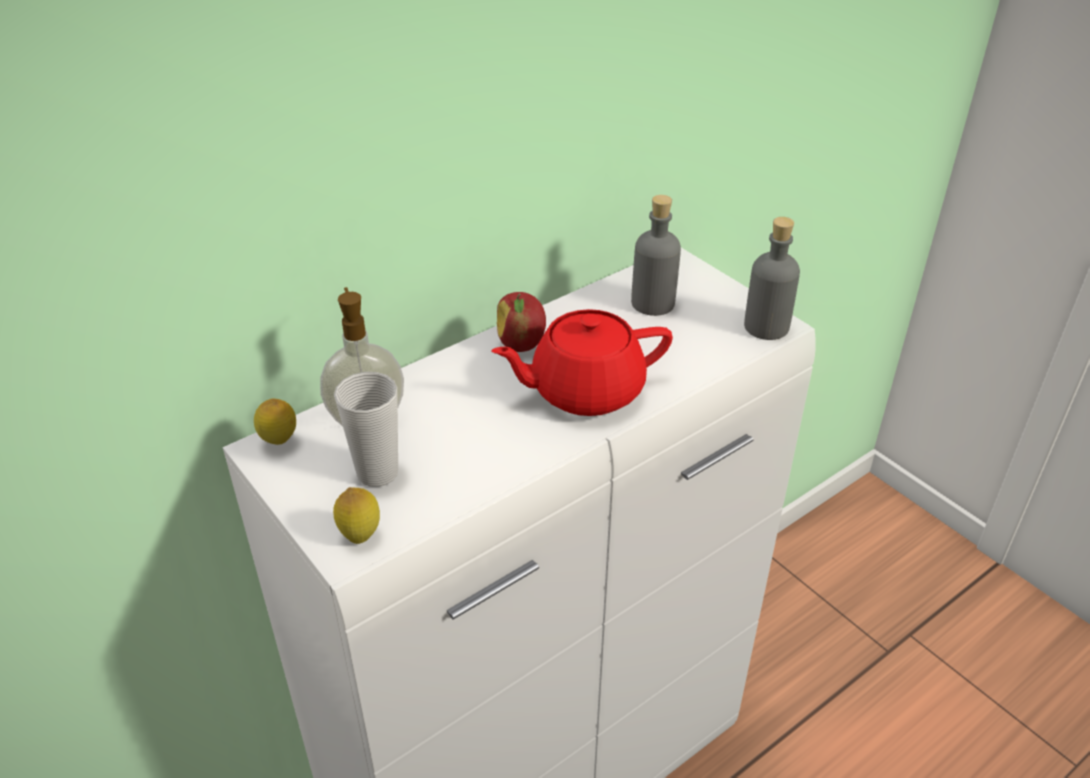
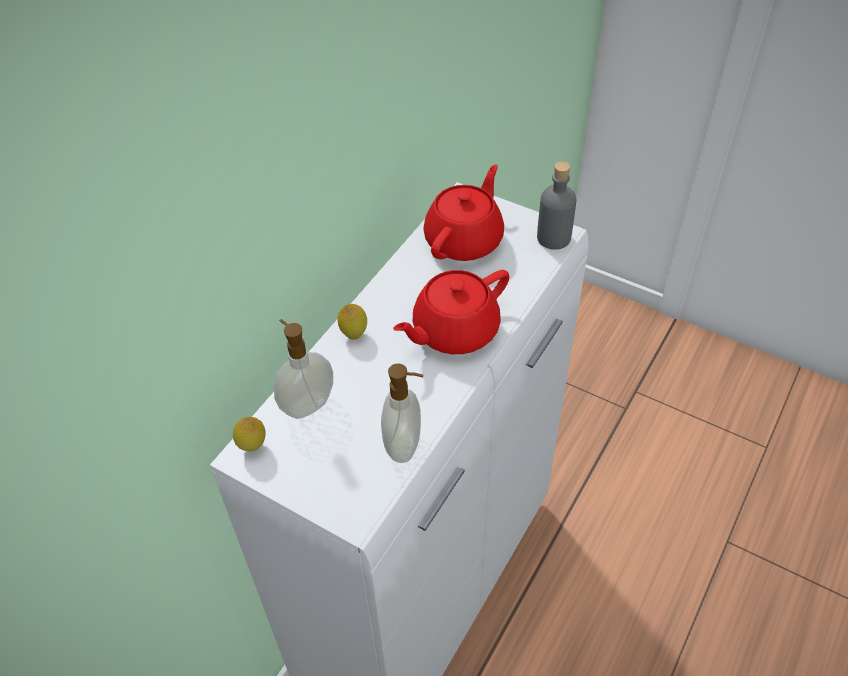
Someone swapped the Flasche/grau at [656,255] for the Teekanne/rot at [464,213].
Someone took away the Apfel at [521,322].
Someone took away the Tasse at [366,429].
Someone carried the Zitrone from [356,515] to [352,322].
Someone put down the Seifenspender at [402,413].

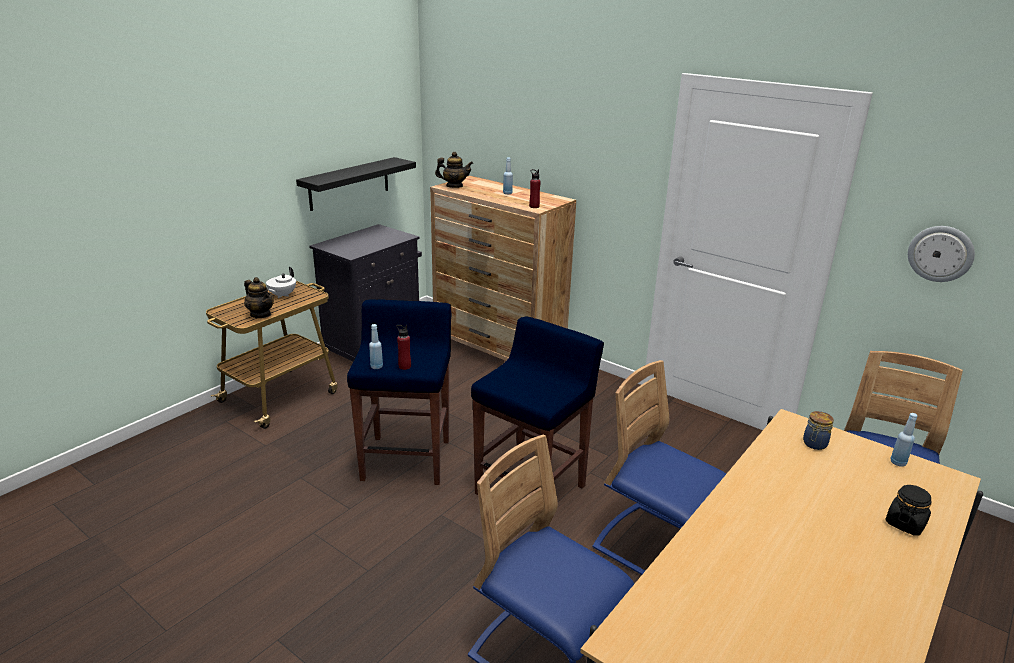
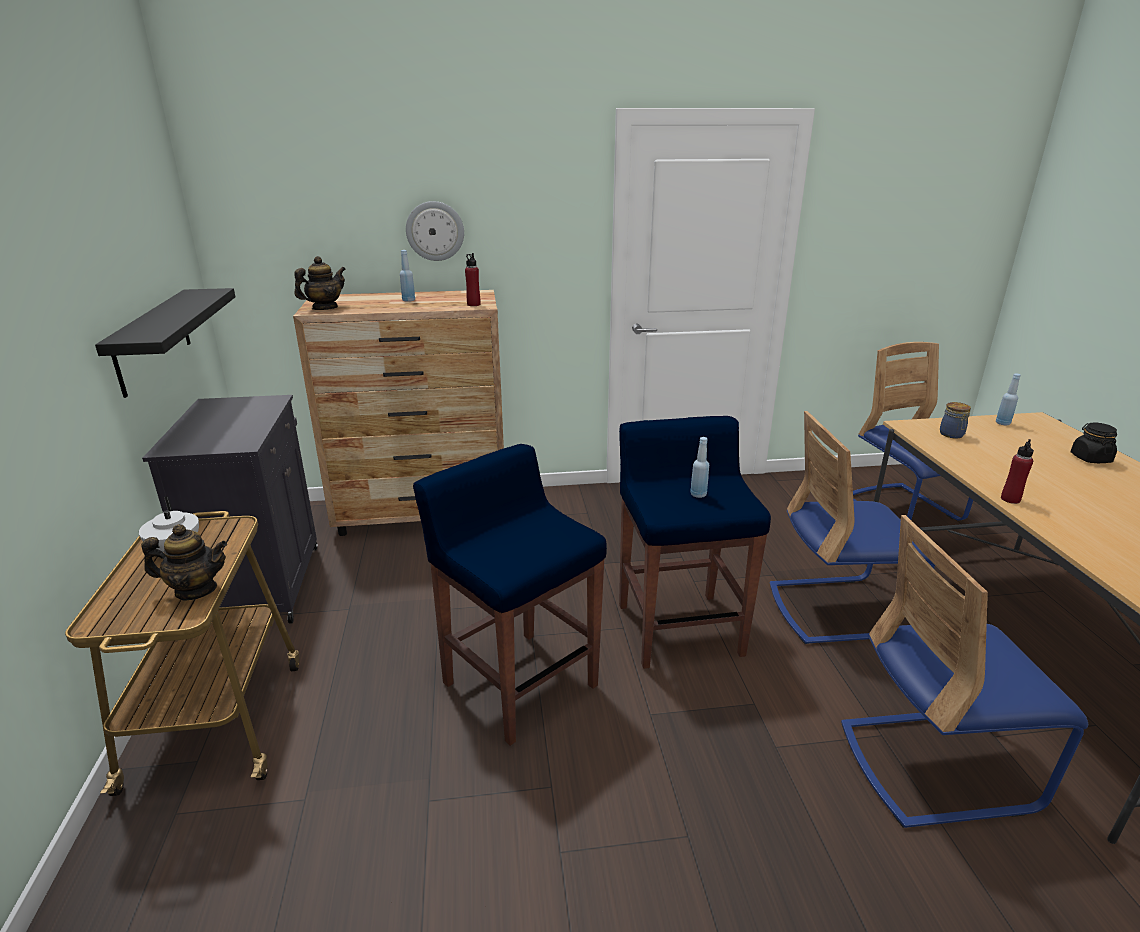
Someone carried the Wanduhr from [941,254] to [435,231].
Someone carried the Flasche/blau from [376,346] to [699,467].
Someone carried the Flasche/rot from [403,347] to [1017,471].

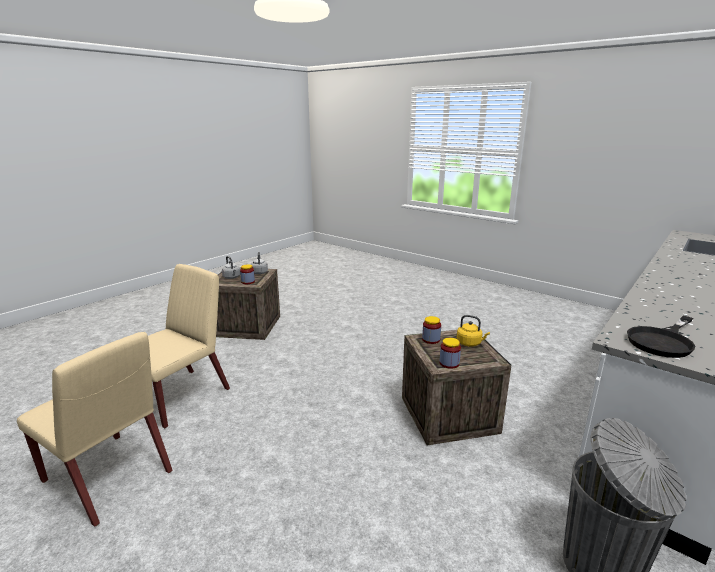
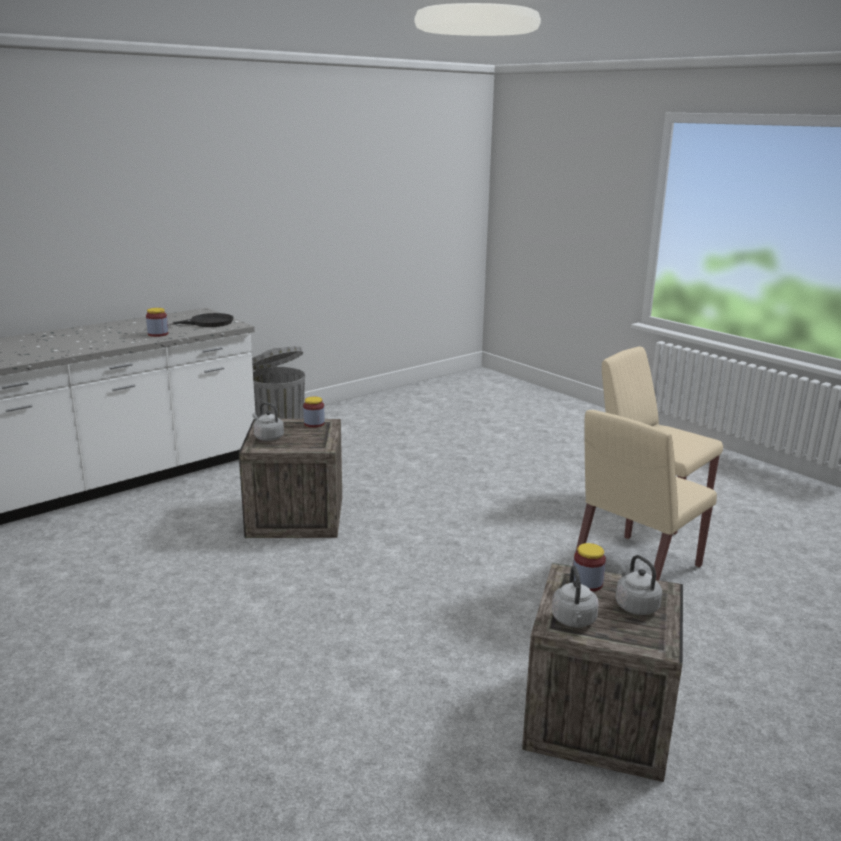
Someone repainted the Wasserkessel/gelb at [473,331], which became the Wasserkessel/grau at [268,421].
Someone carried the Vorratsglas from [431,330] to [157,322].

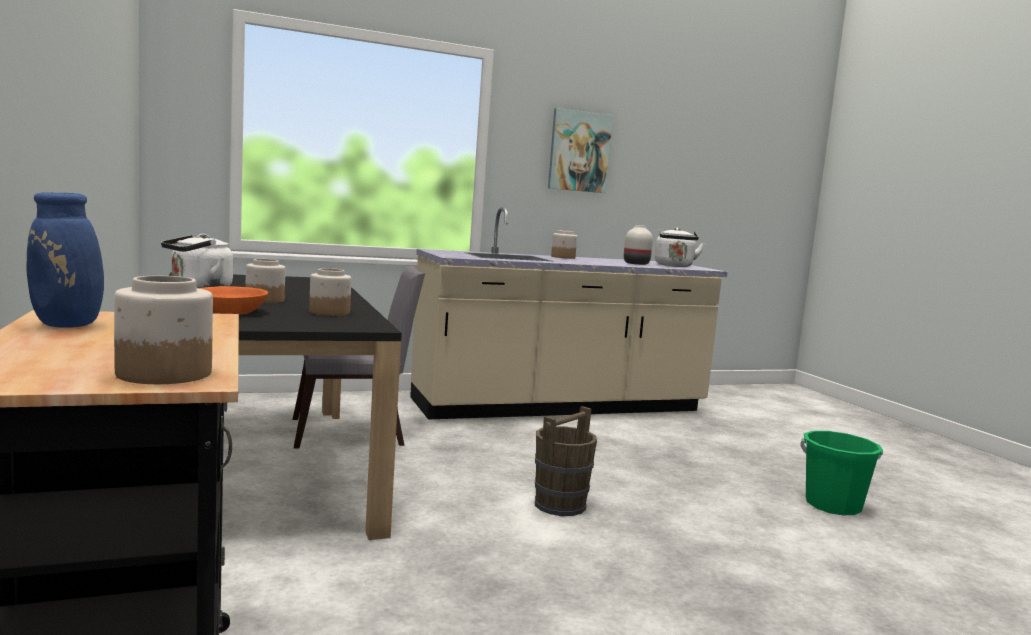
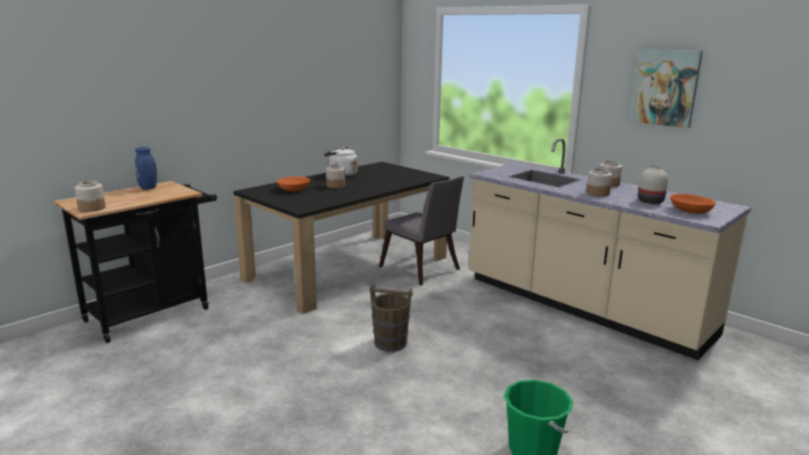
Someone swapped the Wasserkessel/weiß at [680,247] for the Schüssel/orange at [693,204].
Someone carried the Vorratsglas from [330,292] to [599,182].

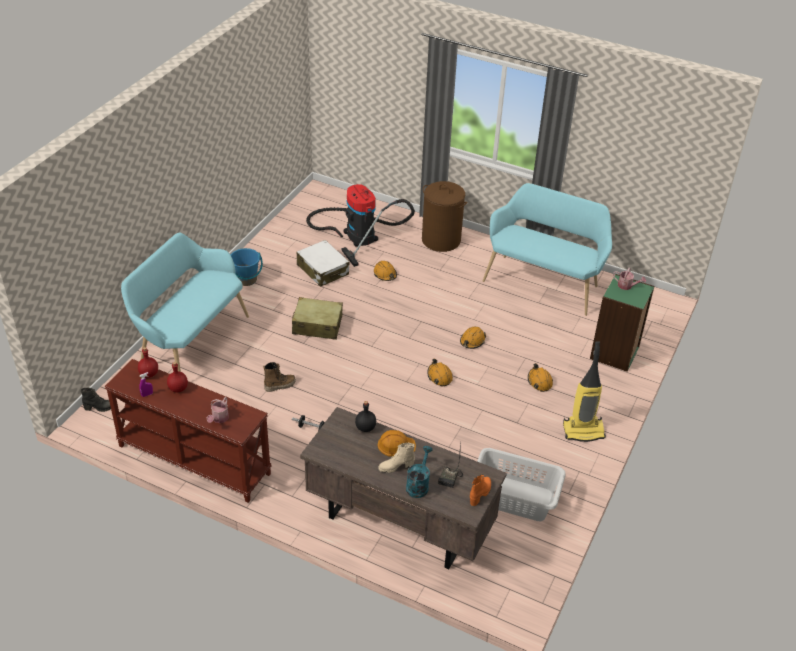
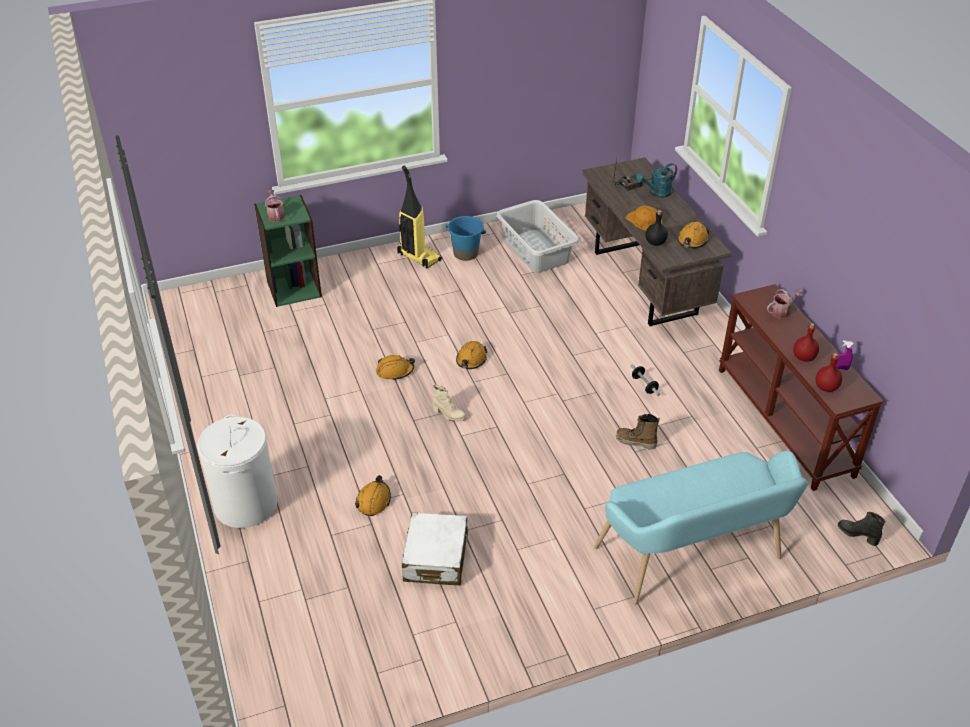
Someone repainted the Wäschekorb/braun at [444,216], which became the Wäschekorb/weiß at [237,471].
Someone took away the Bank/türkis at [547,249].
Someone took away the Staubsauger at [360,225].
Someone carried the Eimer/blau from [247,267] to [466,238].
Someone took away the Koffer/beige at [317,318].
Someone carried the Schutzhelm/orange from [540,377] to [693,235].
Someone carried the Stiefel/beige from [396,458] to [449,403].
Someone took away the Stiefel/orange at [480,490].

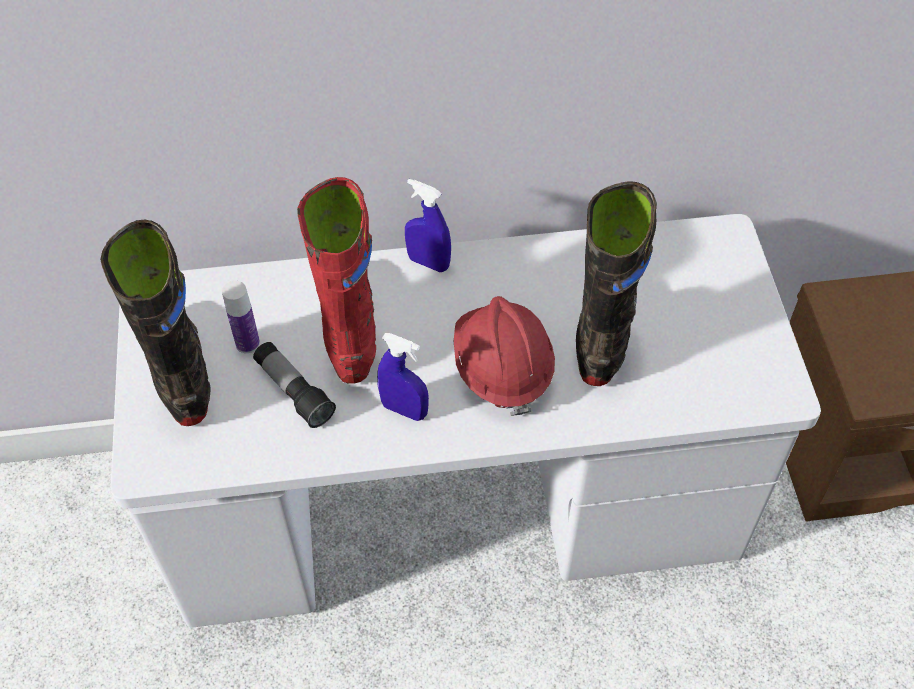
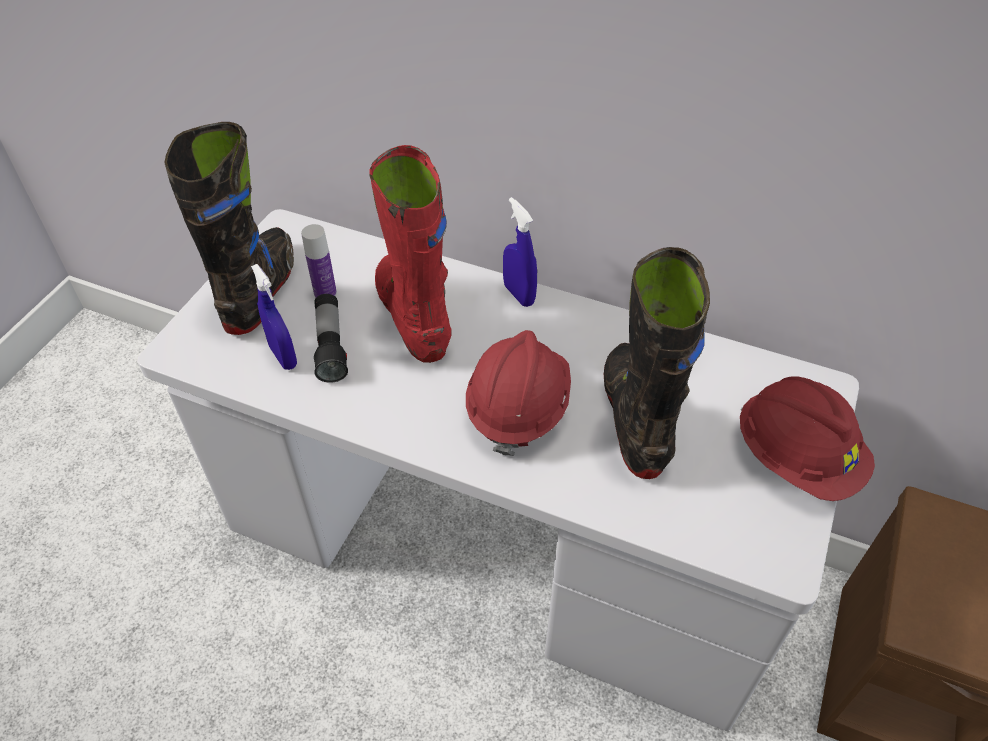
Someone rotated the Stiefel/rot at [336,280] by 45 degrees counterclockwise.
Someone rotated the Stiefel/schwarz at [616,283] by 45 degrees counterclockwise.
Someone carried the Sprühflasche/blau from [403,377] to [274,317].
Someone put down the Schutzhelm/rot at [807,439].

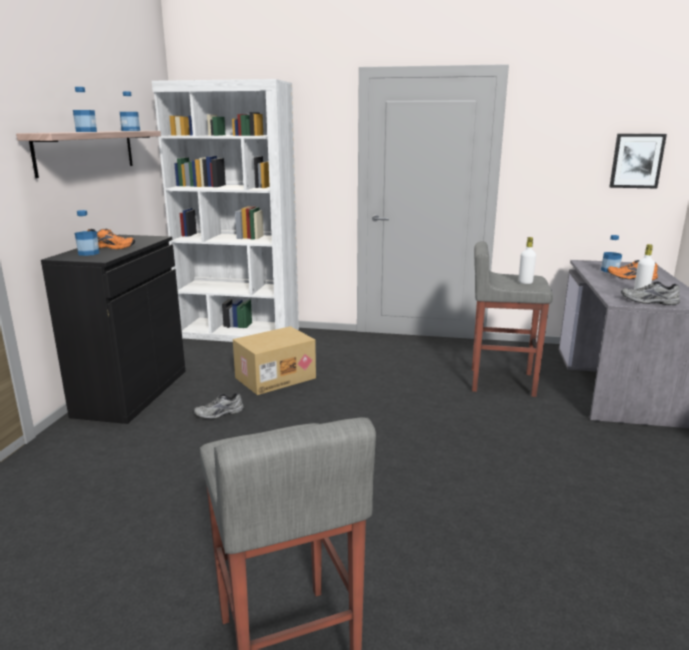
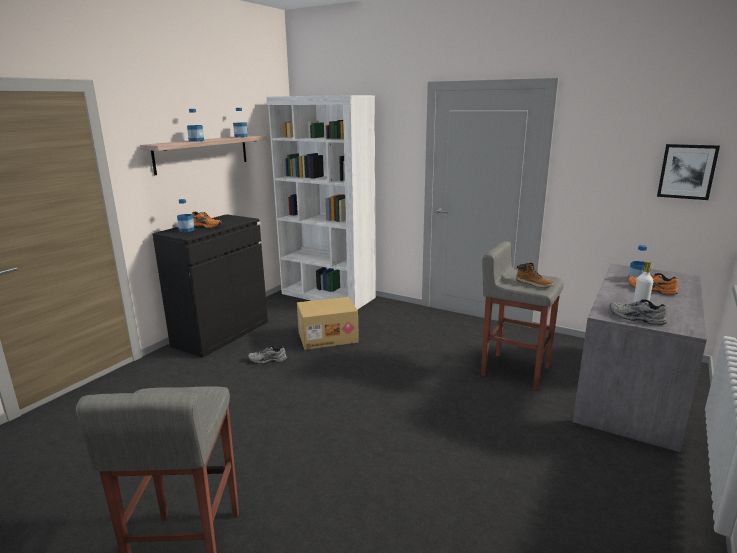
Someone swapped the Flasche/weiß at [527,260] for the Stiefel at [535,275].

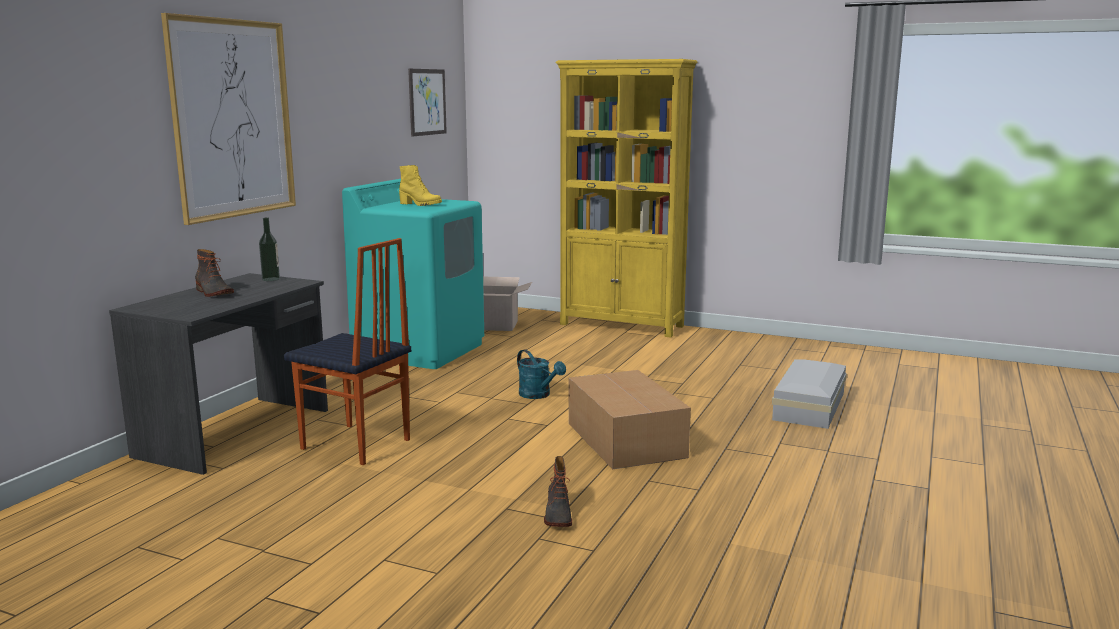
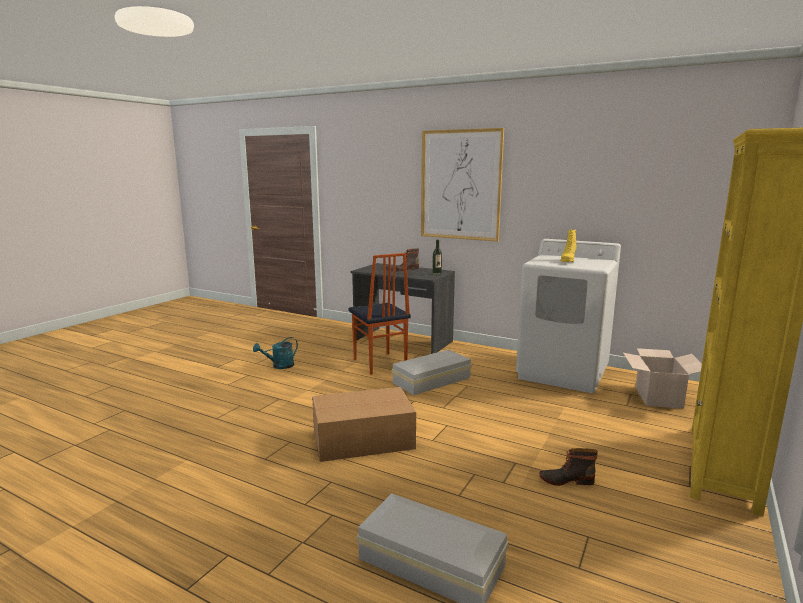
Someone took away the Bild at [427,103].
Someone repainted the Waschmaschine/türkis at [413,274], which became the Waschmaschine/weiß at [568,316].
Someone rotated the Stuhl at [347,351] by 60 degrees counterclockwise.
Someone carried the Gießkanne/türkis from [541,374] to [275,353].
Someone carried the Stiefel from [558,491] to [568,467].
Someone put down the Aufbewahrungsbox/weiß at [432,372].

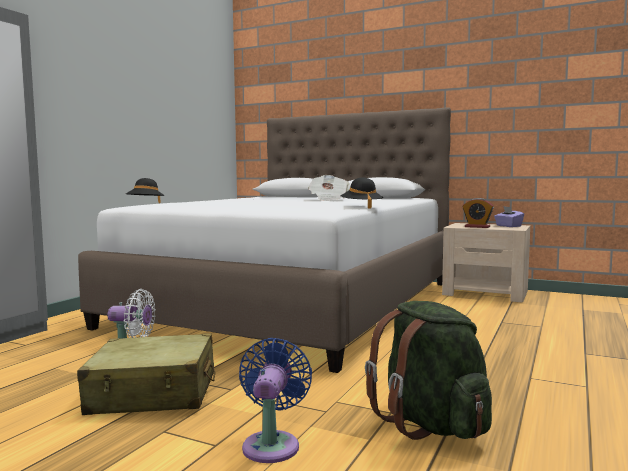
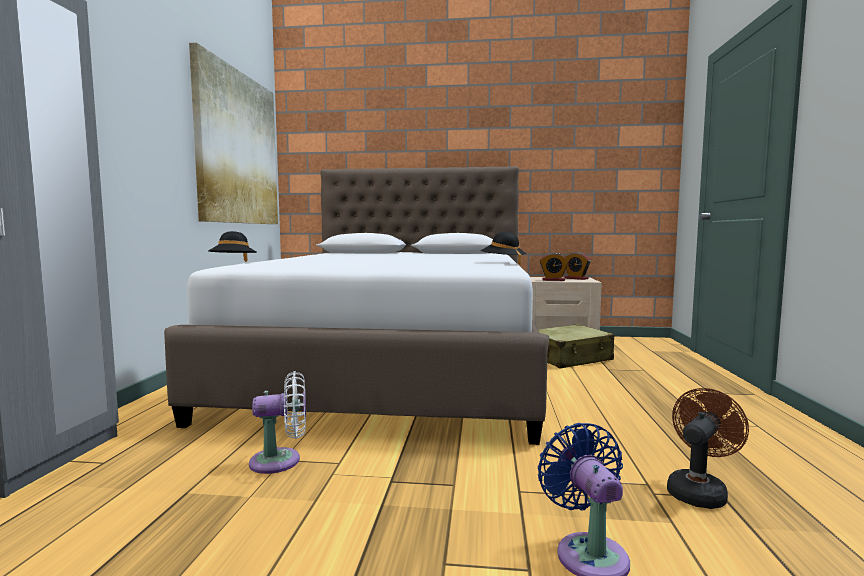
Someone took away the Zeitung at [329,188].
Someone swapped the Taschentuchbox/lila at [509,216] for the Wecker at [577,266].
Someone swapped the Rucksack/grün at [428,370] for the Ventilator/braun at [708,448].
Someone carried the Koffer/beige from [146,374] to [576,346].
Someone put up the Bild at [233,133].

